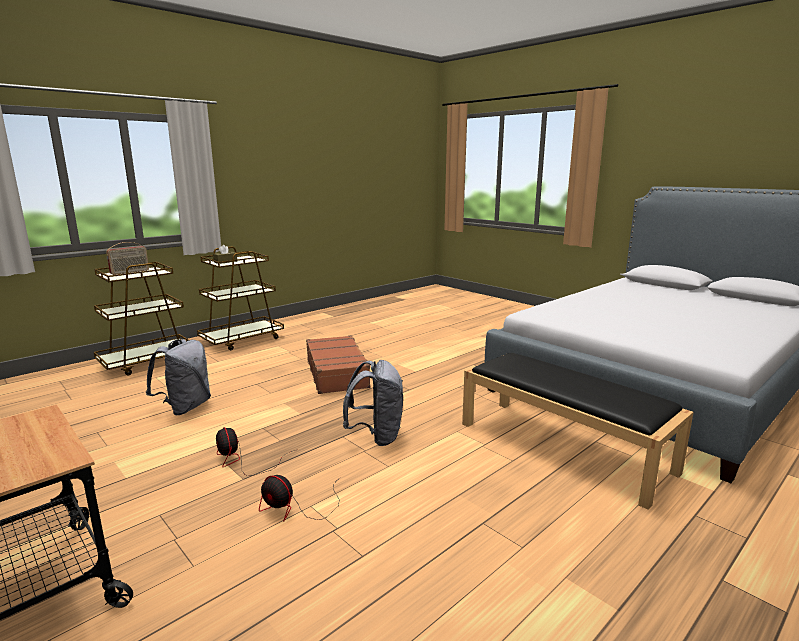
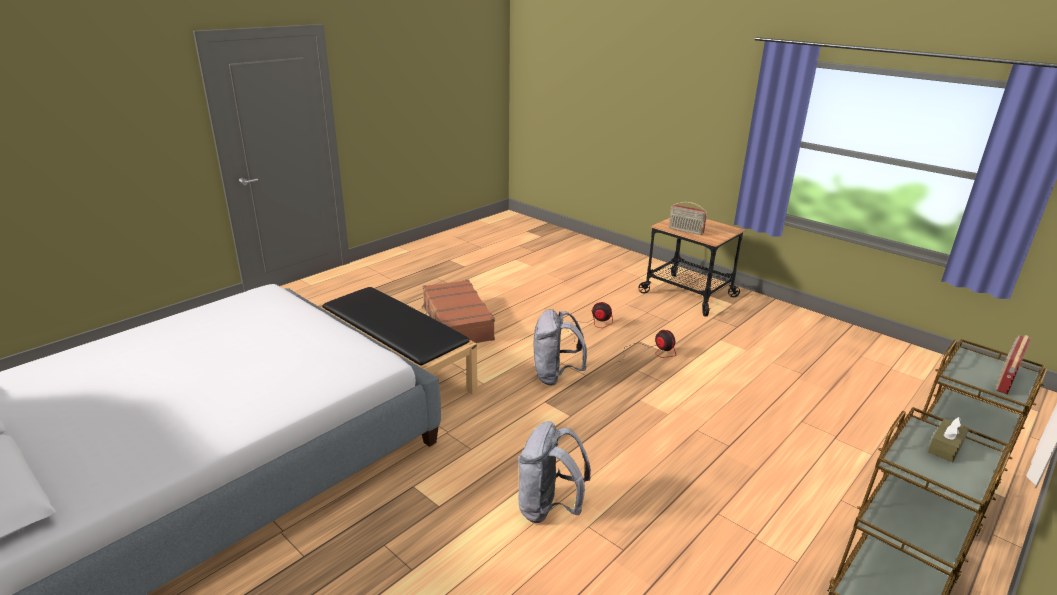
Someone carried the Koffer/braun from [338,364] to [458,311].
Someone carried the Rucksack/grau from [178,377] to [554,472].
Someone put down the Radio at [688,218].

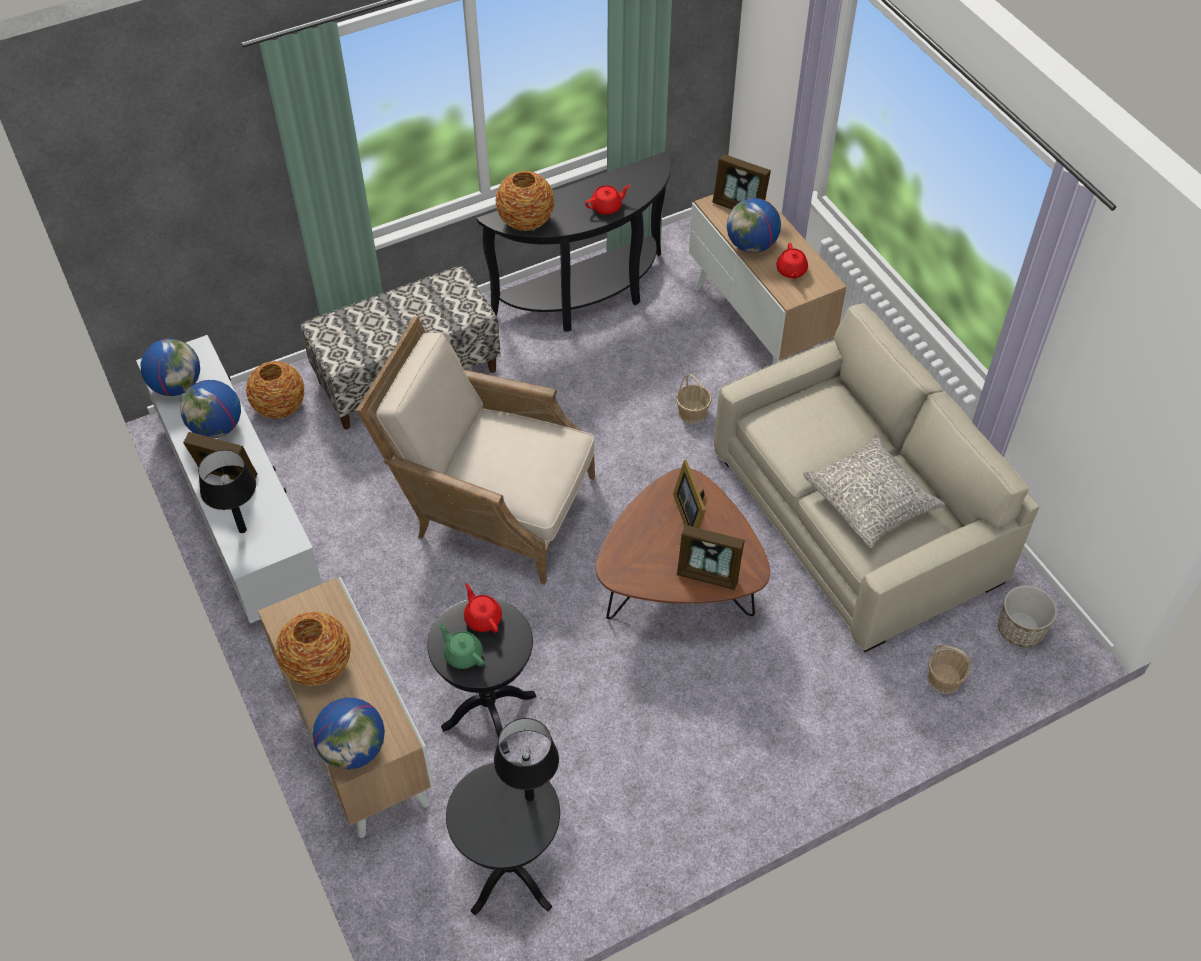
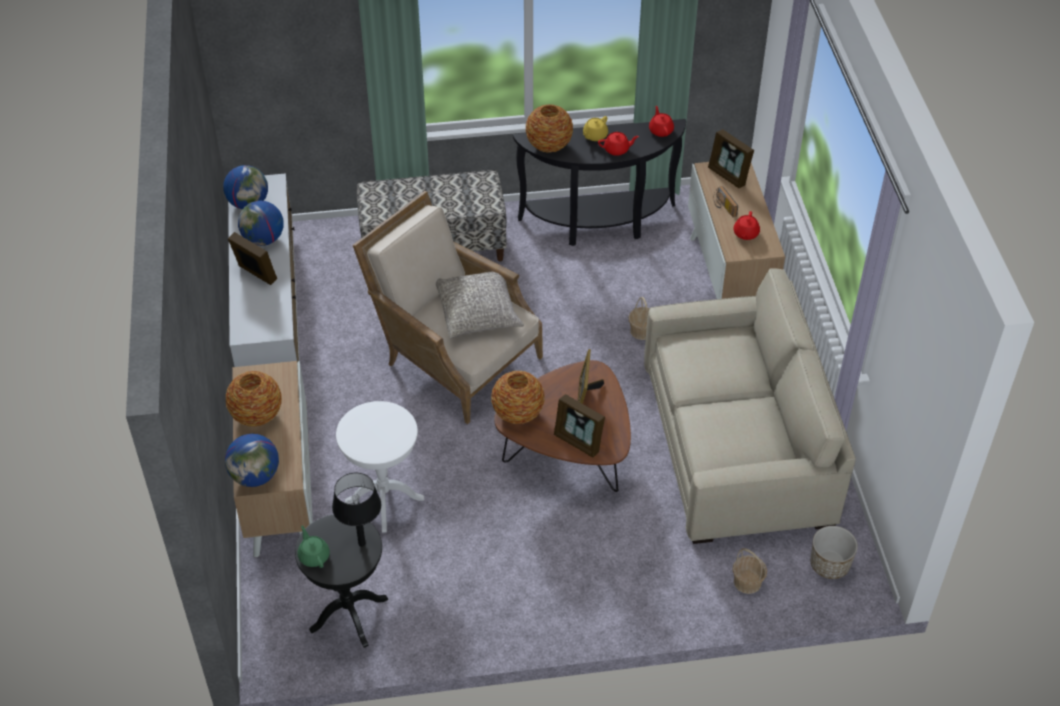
Someone swapped the Globus at [754,225] for the Radio at [726,202].
Someone carried the Vase from [275,390] to [518,397].
Someone carried the Kissen/grau from [874,491] to [480,305].
Someone took away the Tischlampe/schwarz at [227,491].
Someone carried the Teekanne/rot from [483,608] to [661,121].
Someone repainted the Beistelltisch/schwarz at [482,676], which became the Beistelltisch/weiß at [380,467].
Someone carried the Teekanne/grün from [461,646] to [314,547].
Someone put down the Teekanne/gelb at [595,128].

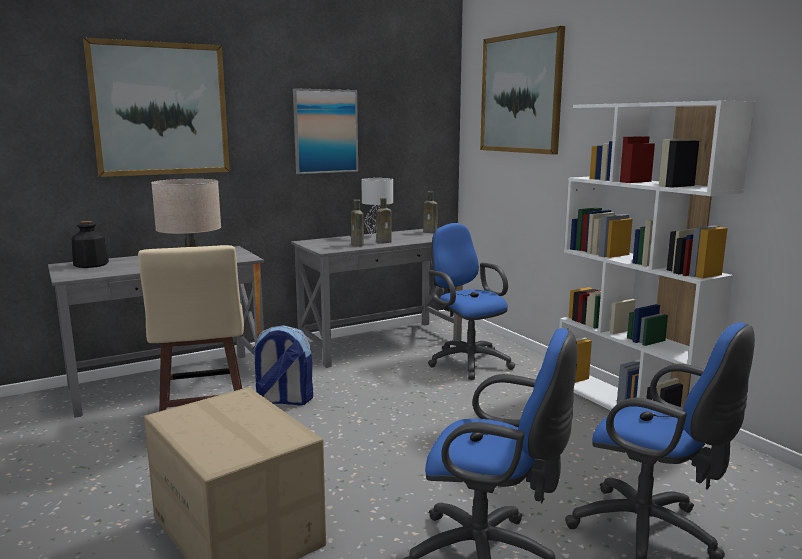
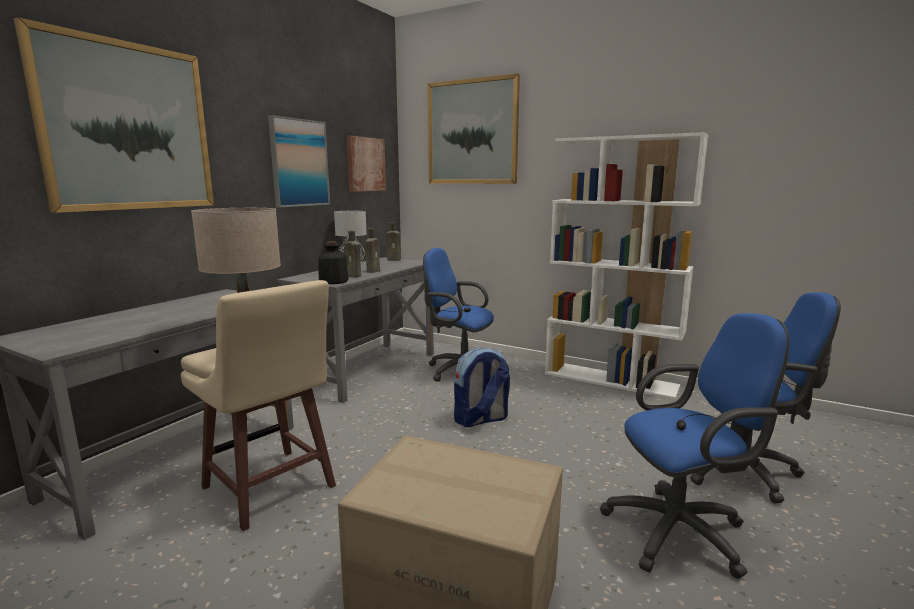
Someone carried the Flasche from [90,244] to [333,262].
Someone carried the Rucksack from [282,365] to [482,387].
Someone put up the Bild at [366,163].

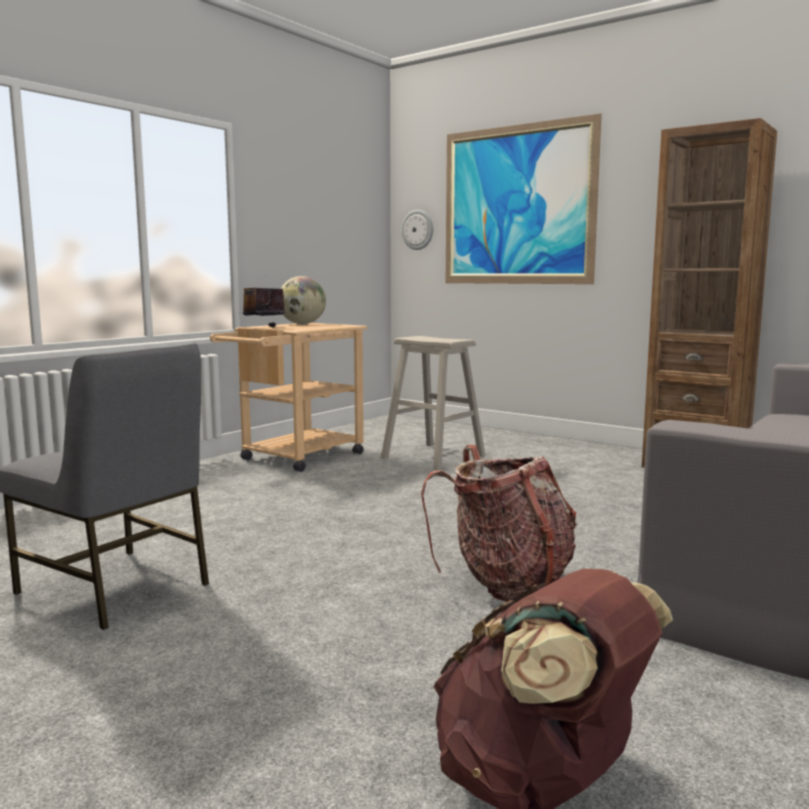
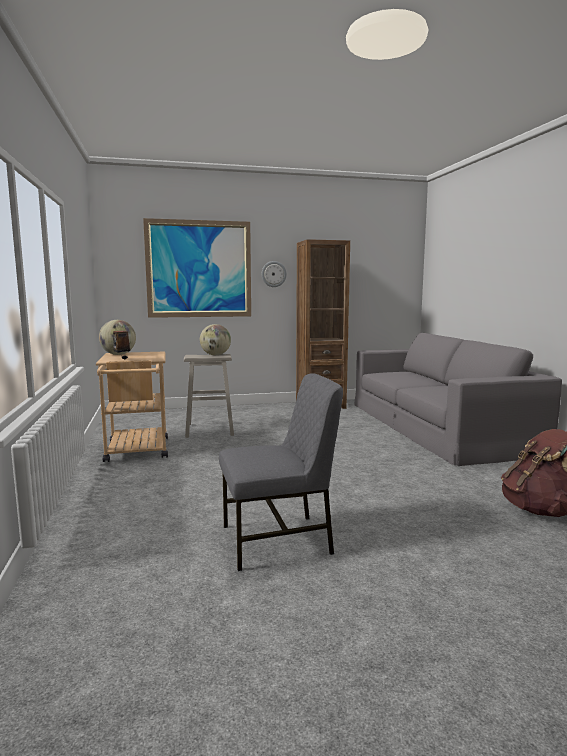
Someone carried the Wanduhr from [417,230] to [274,274].
Someone took away the Rucksack at [499,523].
Someone put down the Globus at [215,339].

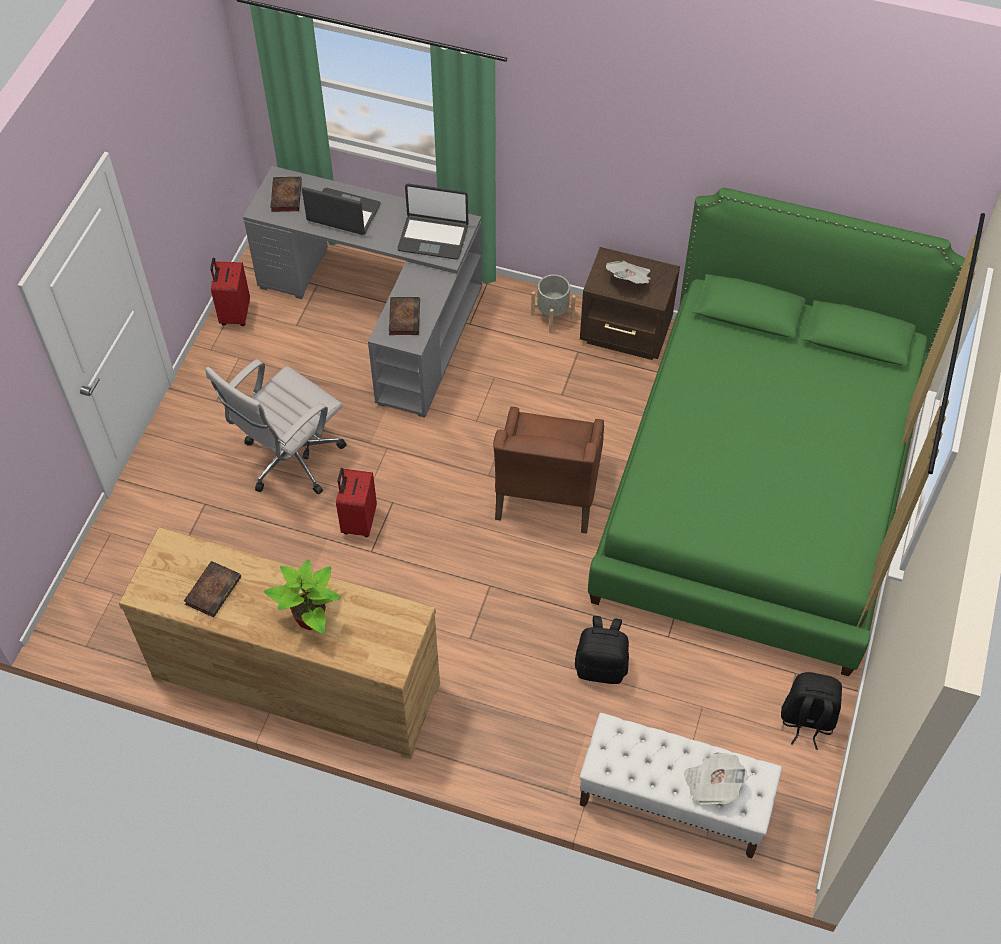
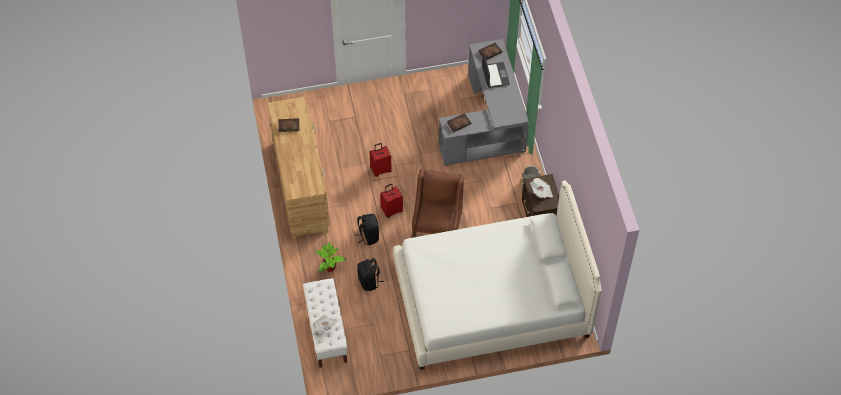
Someone took away the Laptop at [433,222].
Someone repainted the Bett/grün at [776,432], which became the Bett/weiß at [497,275].
Someone carried the Koffer/rot from [230,292] to [391,201].
Someone took away the Bürostuhl/weiß at [276,426].
Someone rotated the Sessel/braun at [548,470] by 120 degrees clockwise.
Someone carried the Topfpflanze from [302,596] to [331,257].
Someone carried the Rucksack/schwarz from [811,711] to [367,229].

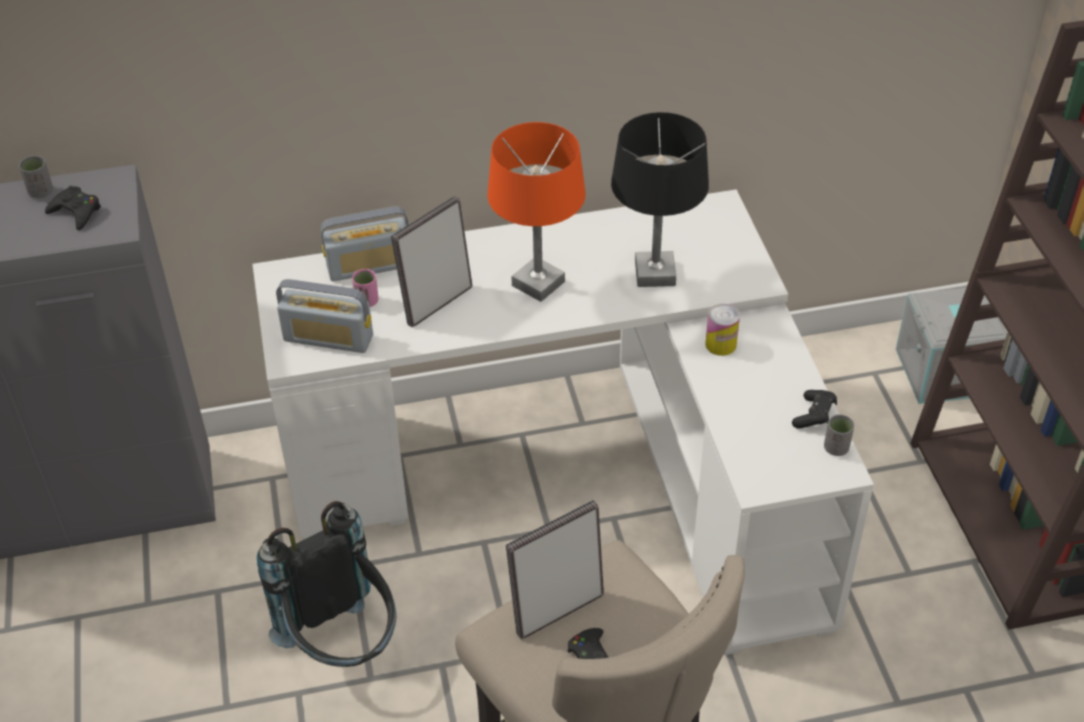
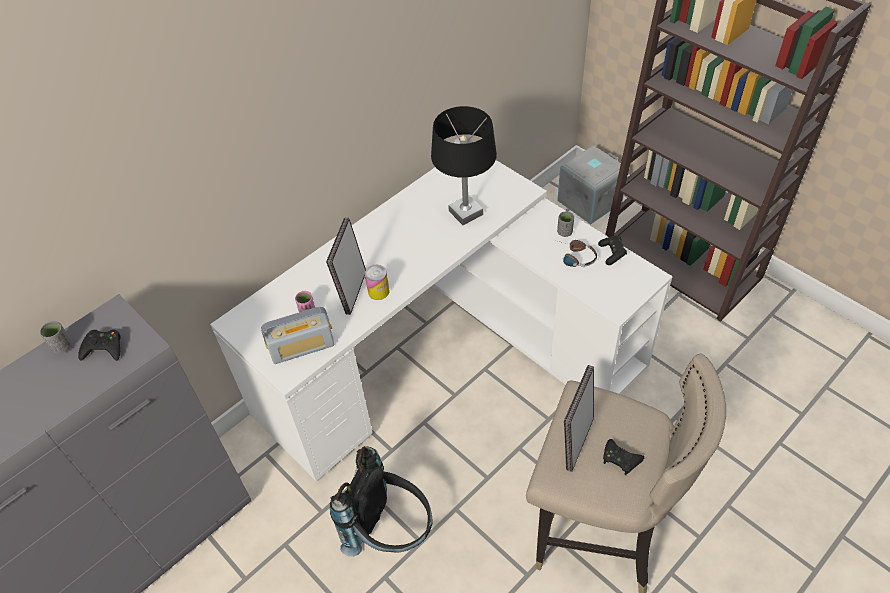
Someone took away the Tischlampe/orange at [536,212].
Someone took away the Radio at [364,244].
Someone carried the Dose from [722,330] to [377,282].
Someone carried the Tasse/grau from [839,435] to [565,224].
Someone put down the Kopfhörer at [577,253].

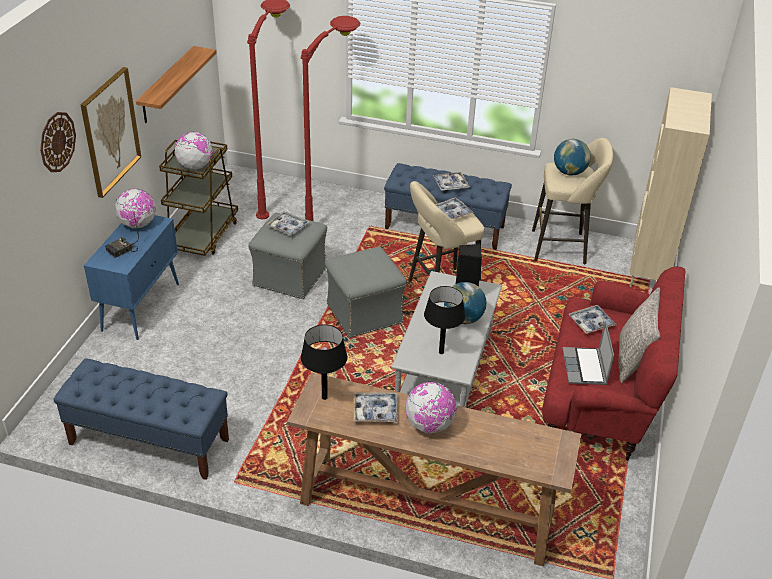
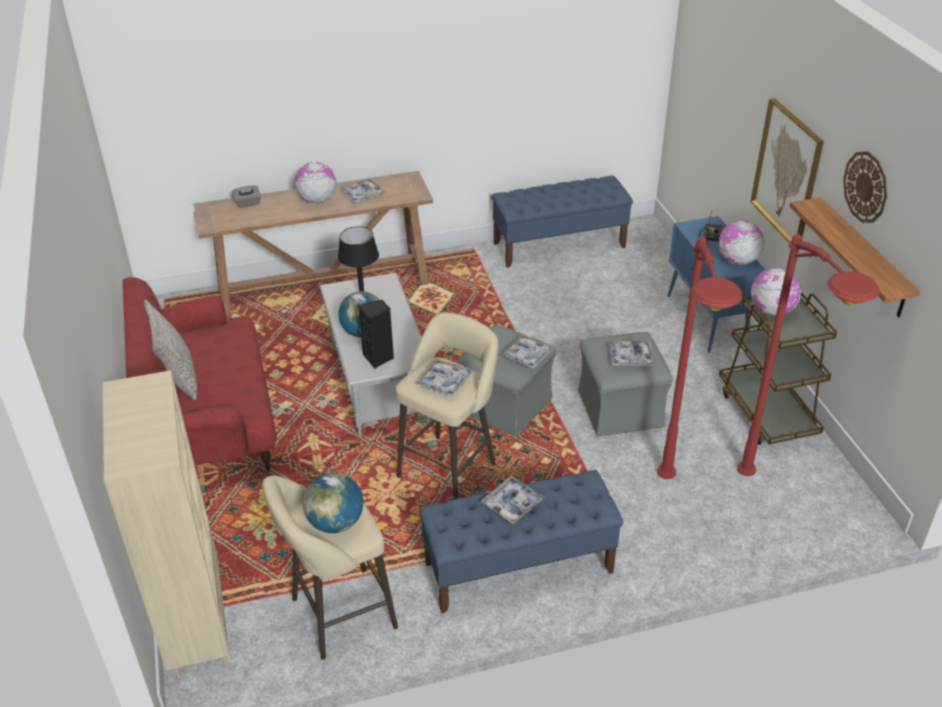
Someone carried the Wanduhr from [58,142] to [865,187].
Someone carried the Tablett from [592,319] to [527,351].
Someone took away the Laptop at [588,353].
Someone took away the Tischlampe/schwarz at [324,362].
Someone put down the Taschentuchbox/grau at [246,197].

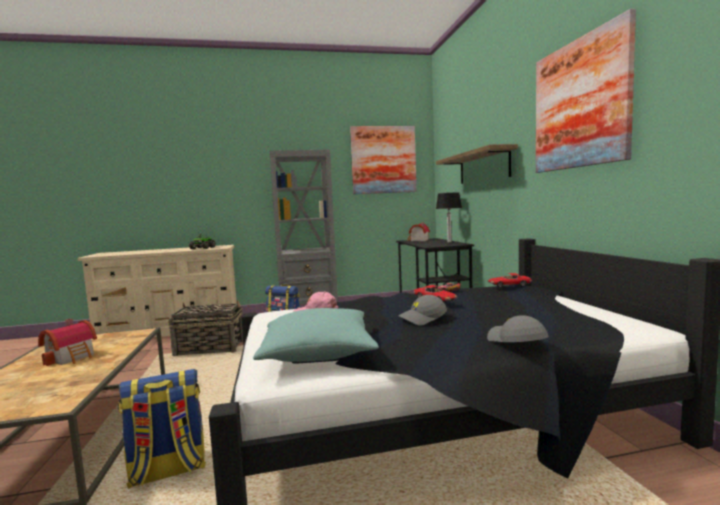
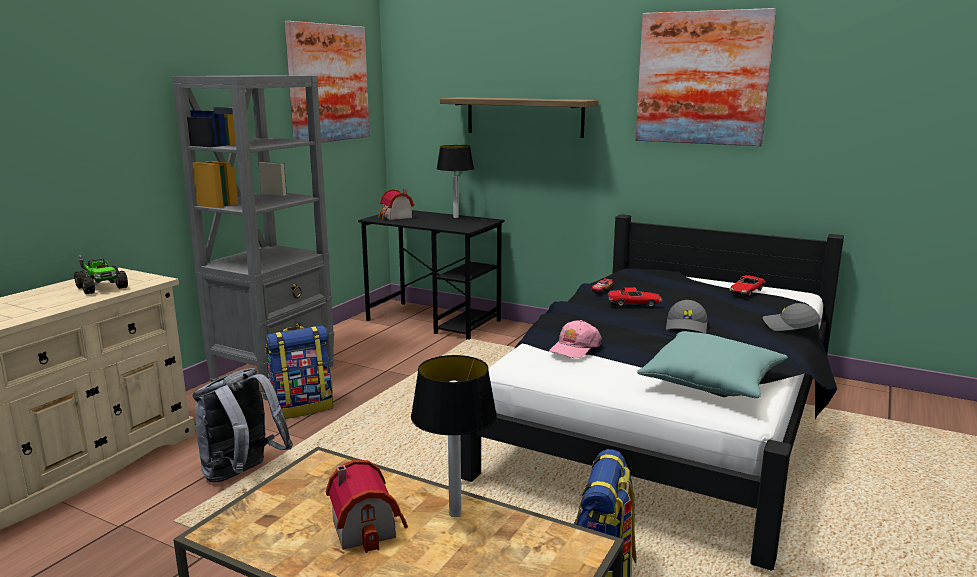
Someone carried the Spielzeugauto from [510,280] to [747,286].
Someone swapped the Korb at [205,328] for the Rucksack/grau at [243,425].
Someone put down the Tischlampe at [454,436].

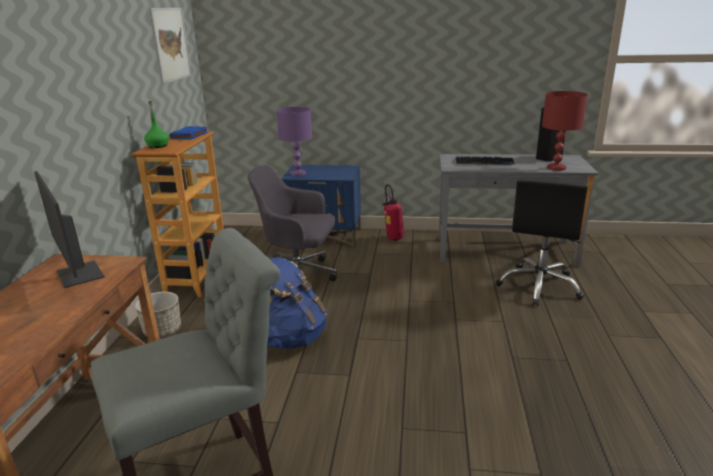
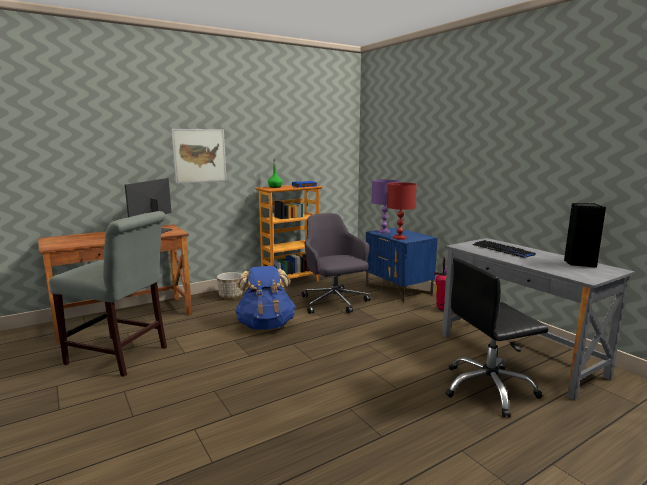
Someone carried the Bild from [170,46] to [199,156].
Someone carried the Tischlampe/rot from [565,131] to [402,211].

